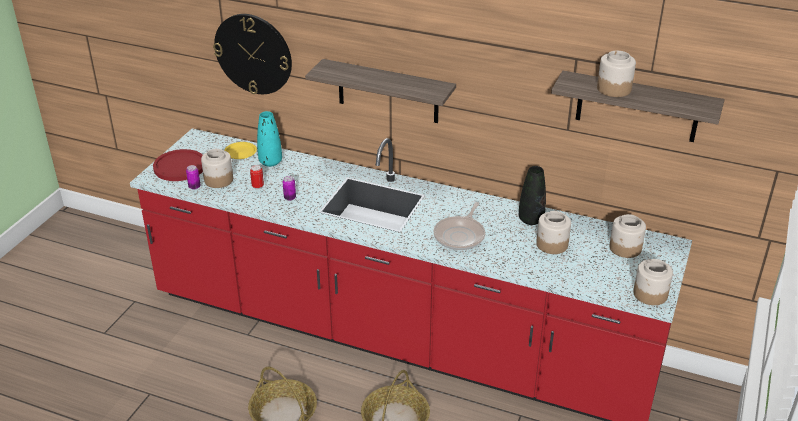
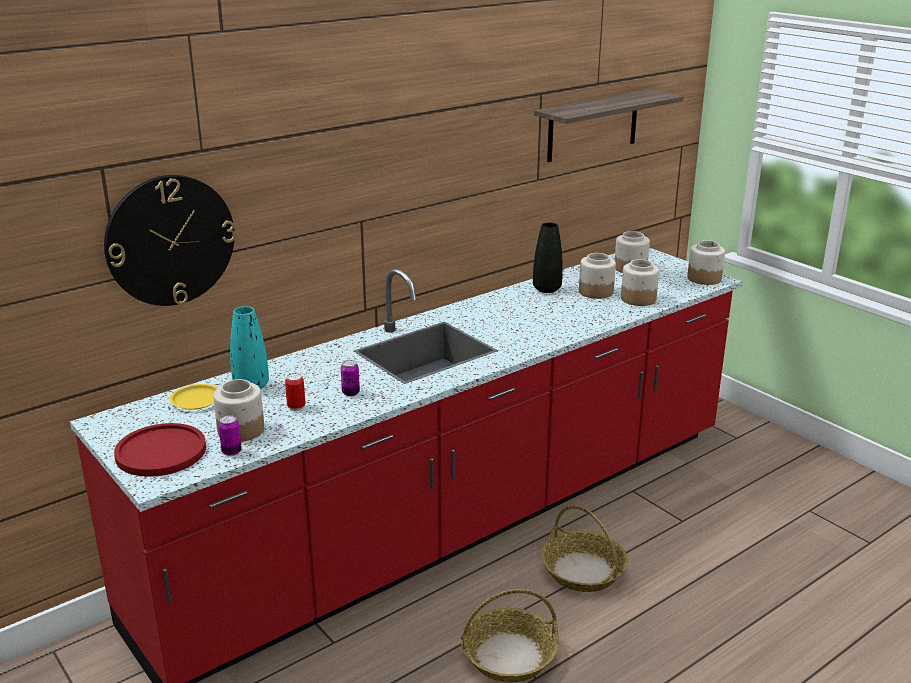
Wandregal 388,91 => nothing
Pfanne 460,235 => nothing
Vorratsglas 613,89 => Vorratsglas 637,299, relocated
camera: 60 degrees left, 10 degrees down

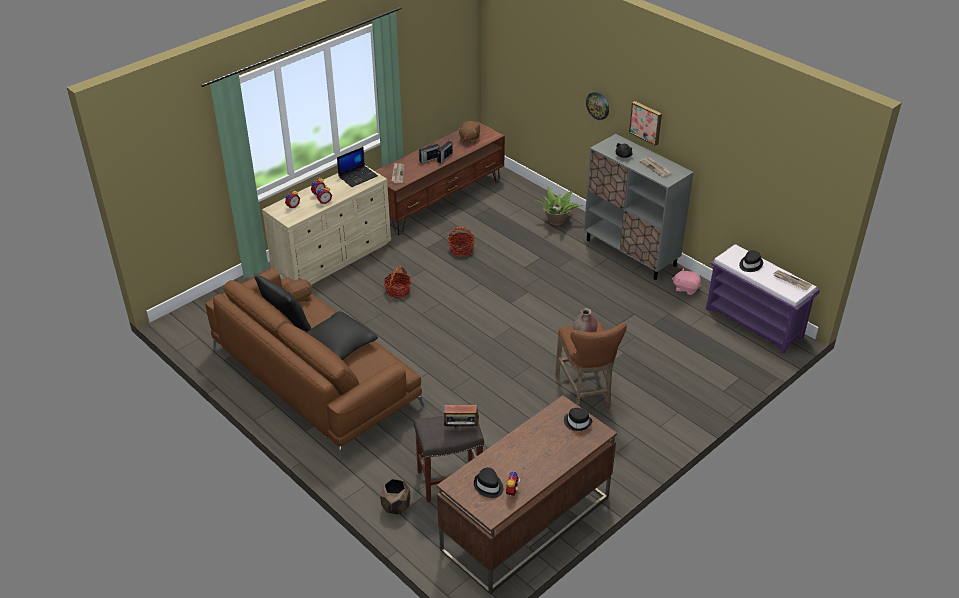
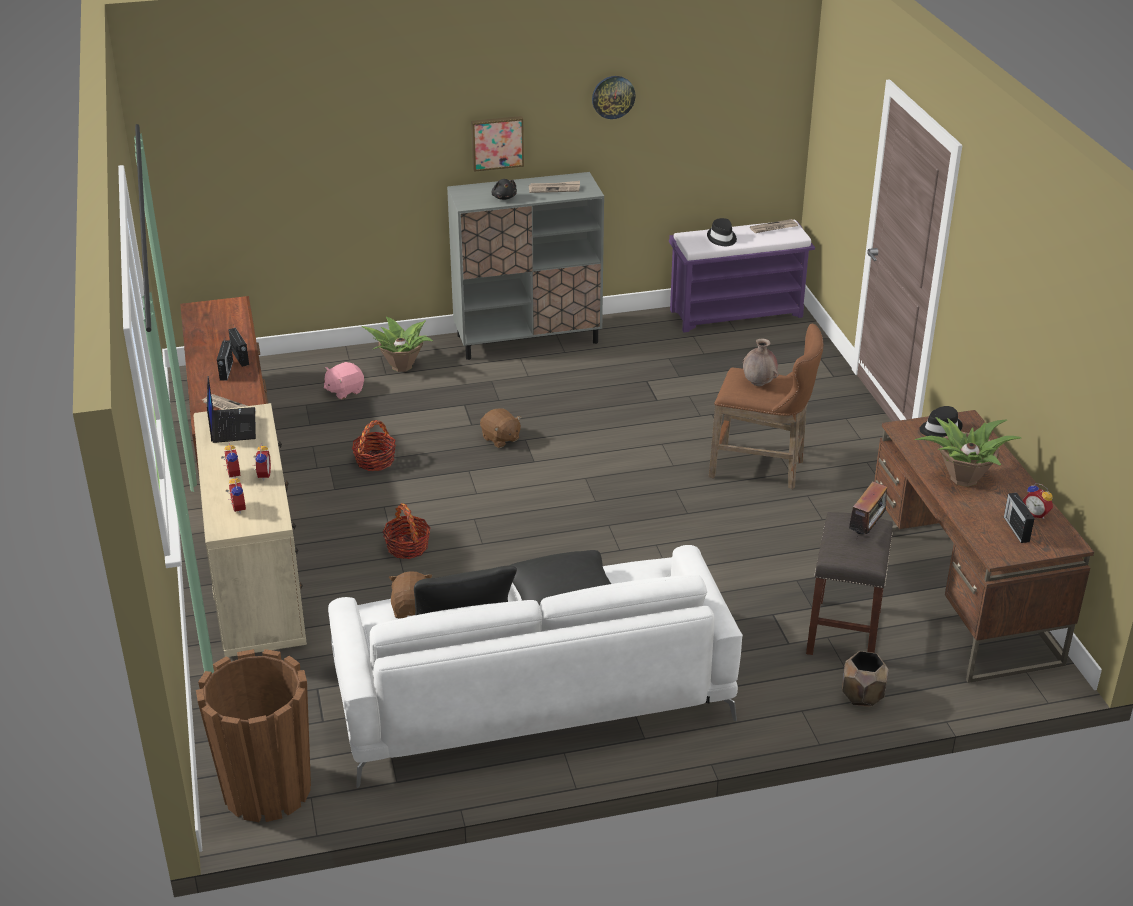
nothing => Pflanzkübel [braun] 267,789
nothing => Topfpflanze 962,478
Plüschtier [braun] 469,139 => Plüschtier [braun] 500,439, relocated
Wanduhr 598,105 => Wanduhr 613,97, relocated
Plüschtier [rosa] 686,288 => Plüschtier [rosa] 344,391, relocated
Hut [schwarz] 488,486 => Radio 1016,528
Sofa [braun] 314,377 => Sofa [weiß] 530,692
camera: 60 degrees left, 5 degrees down

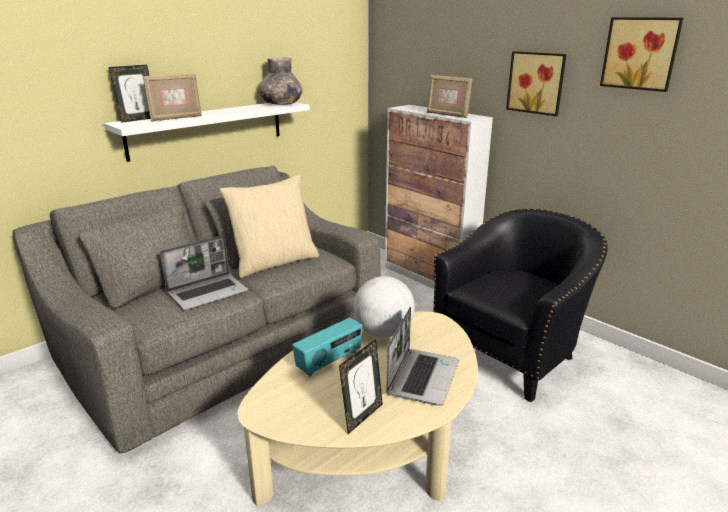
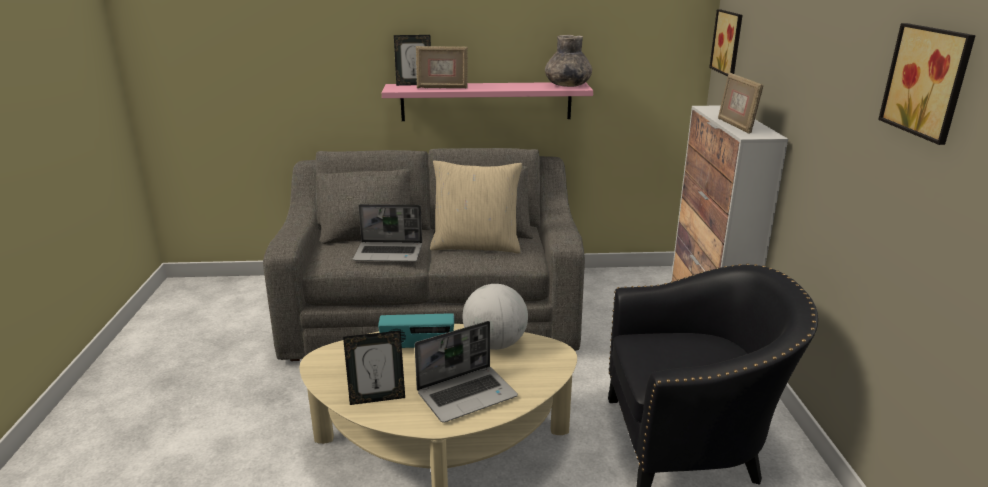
Bild 537,83 => Bild 729,42, relocated
Wandregal [weiß] 207,129 => Wandregal [rosa] 486,101
camera: 40 degrees right, 0 degrees up

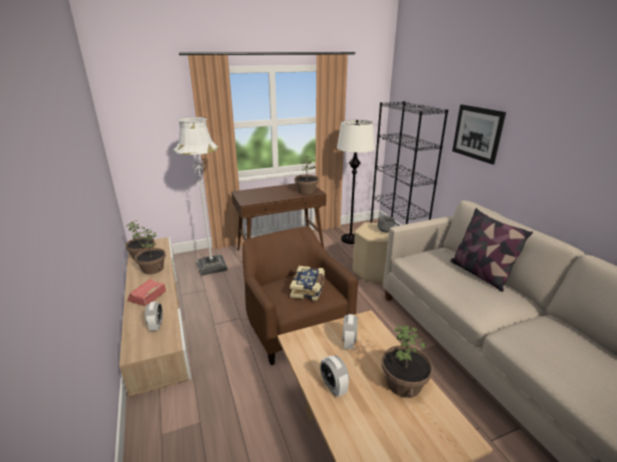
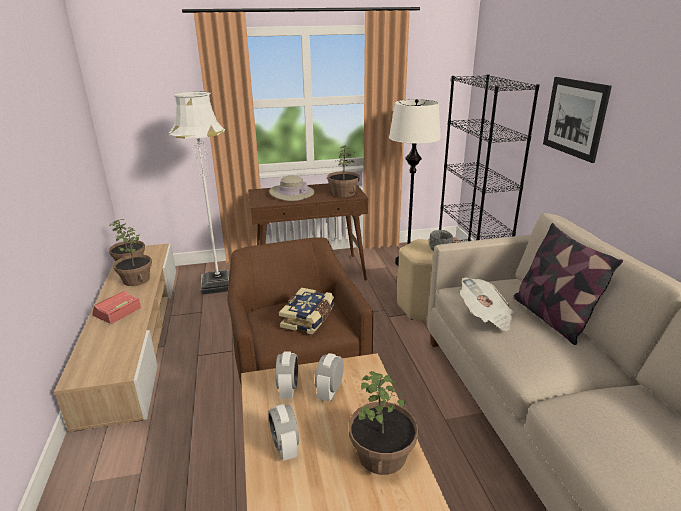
nothing => Hut [beige] 291,193
nothing => Zeitung 485,316
Wecker 156,325 => Wecker 288,390, relocated
camera: 10 degrees right, 0 degrees up

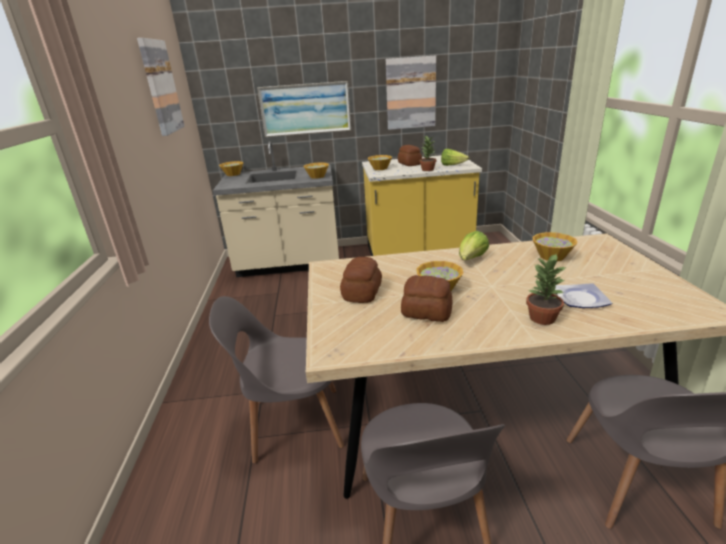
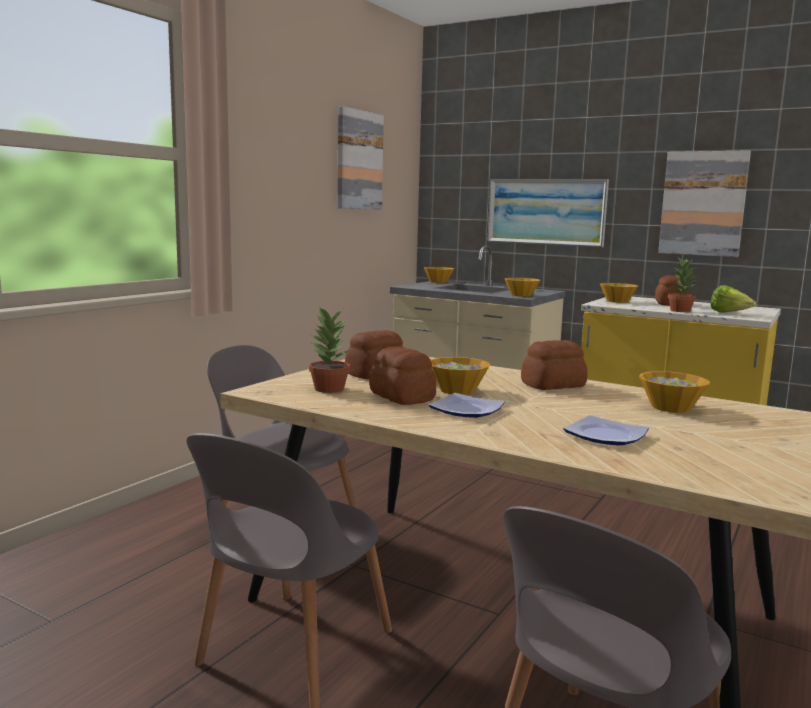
nothing => Teller 465,410
Topfpflanze 541,318 => Topfpflanze 328,389, relocated
Salatkopf 471,259 => Brot 554,385
camera: 35 degrees right, 15 degrees down

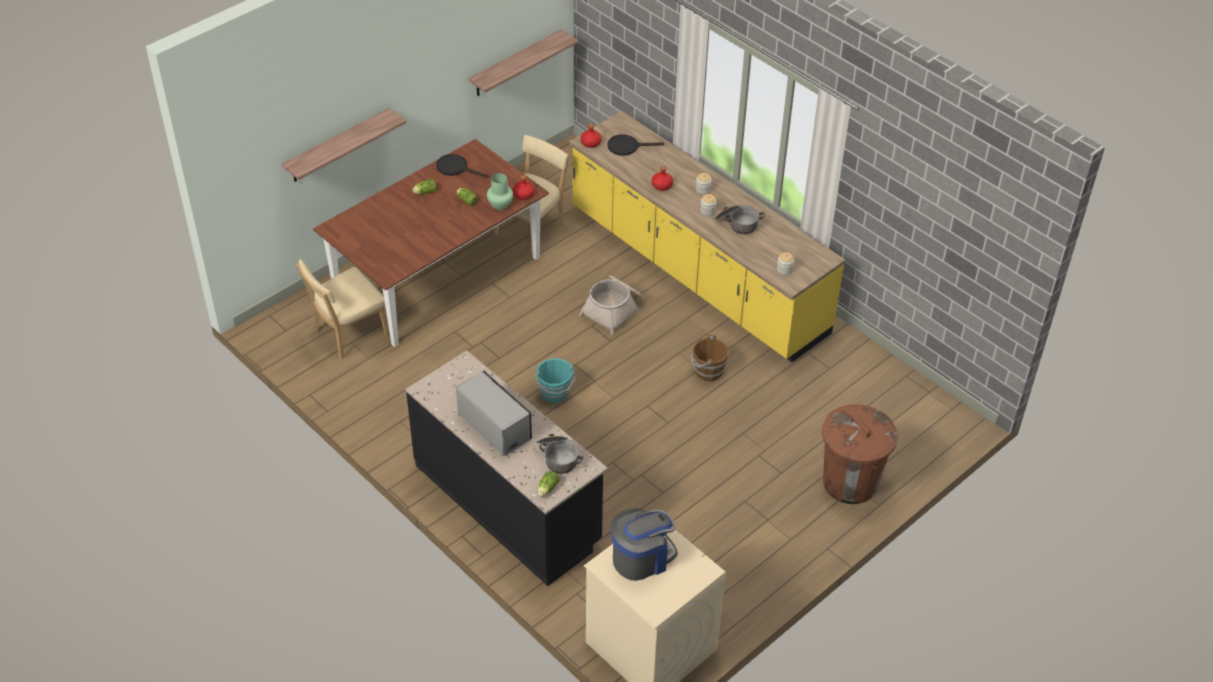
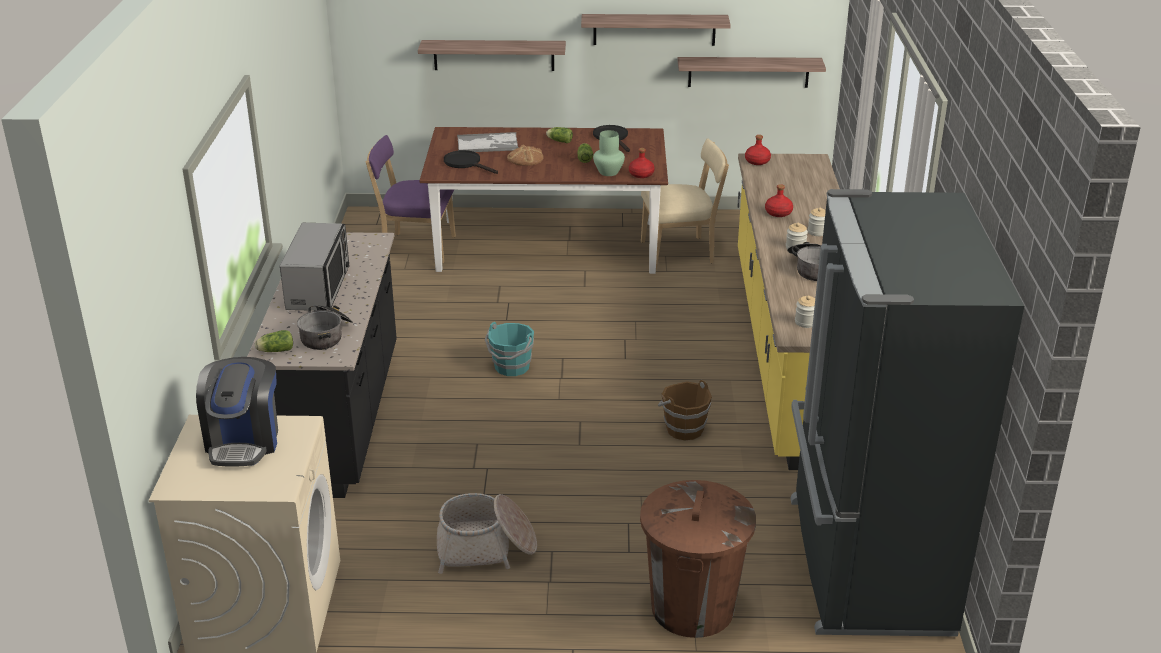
nothing => Tablett 488,144
nothing => Brot 525,158
nothing => Wandregal 654,29
nothing => Kühlschrank [schwarz] 865,565
Korb 614,309 => Korb 486,548, relocated
Pfanne [schwarz] 627,146 => Pfanne [schwarz] 466,163, relocated
Stuhl [beige] 348,334 => Stuhl [lila] 415,248
Kaffeemaschine 642,558 => Kaffeemaschine 244,441, 75 degrees clockwise
camera: 45 degrees right, 15 degrees down

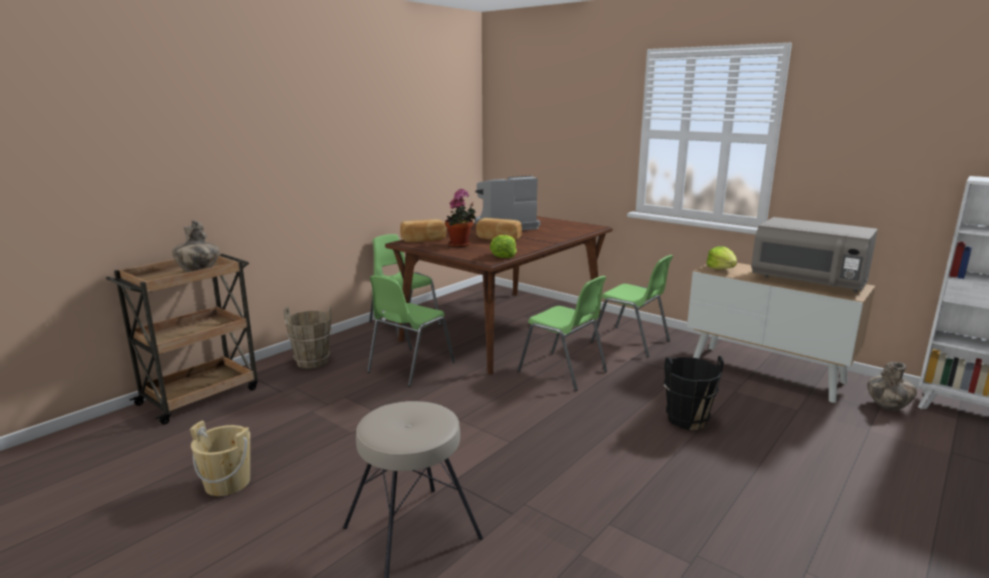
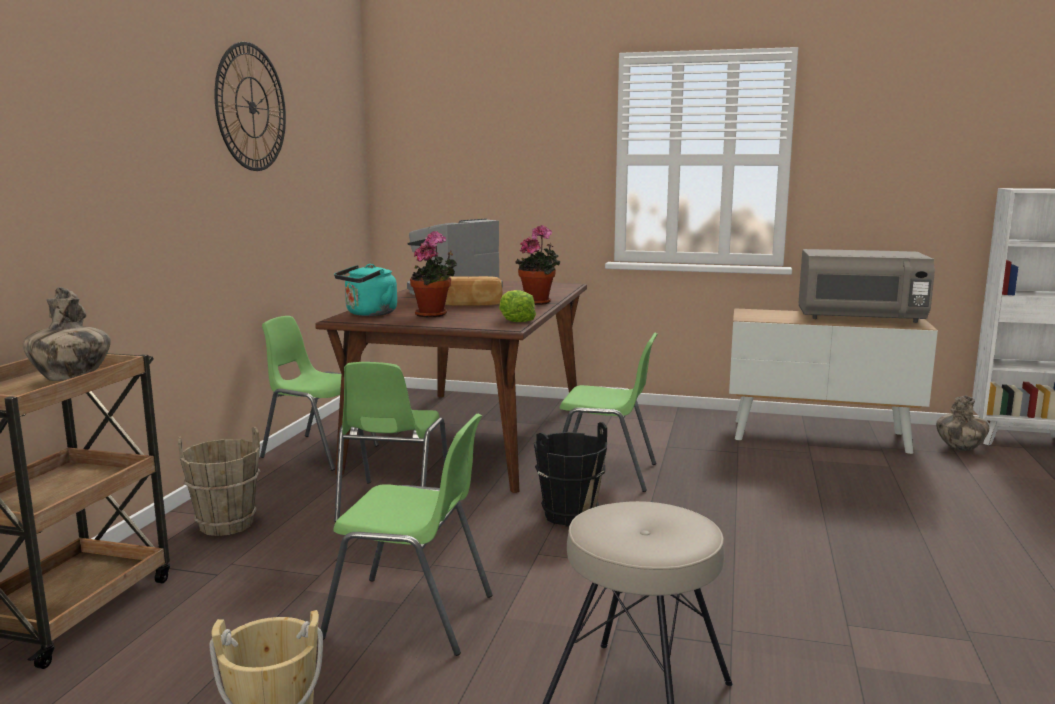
Salatkopf 721,269 => nothing
nothing => Wanduhr 252,107
nothing => Topfpflanze 538,302
Stuhl [grün] 631,342 => Stuhl [grün] 412,616, relocated
Eimer [schwarz] 686,420 => Eimer [schwarz] 569,515, relocated
Brot 423,240 => Wasserkessel [türkis] 369,314
camera: 25 degrees left, 5 degrees down

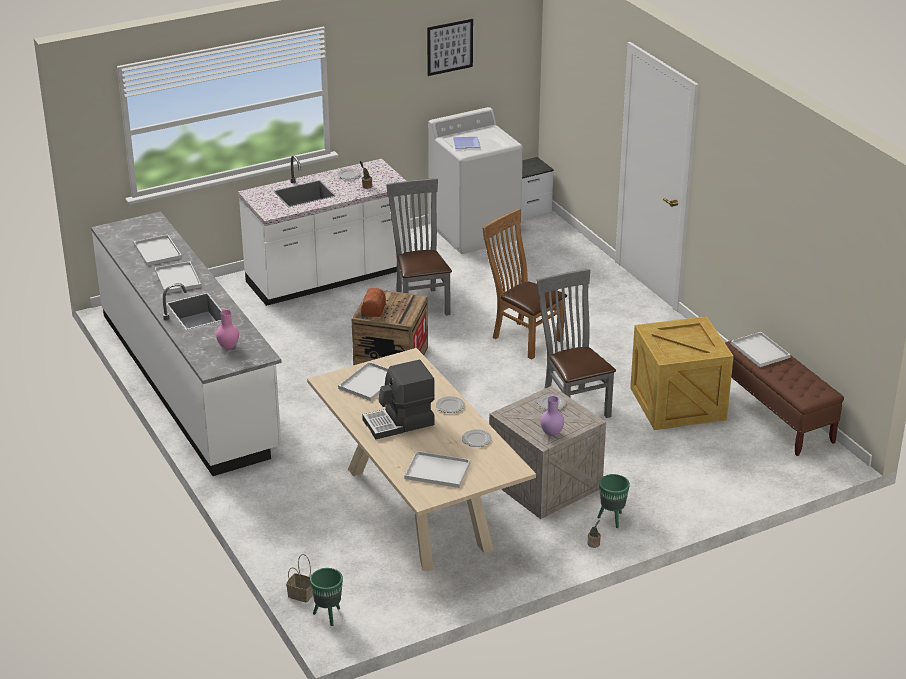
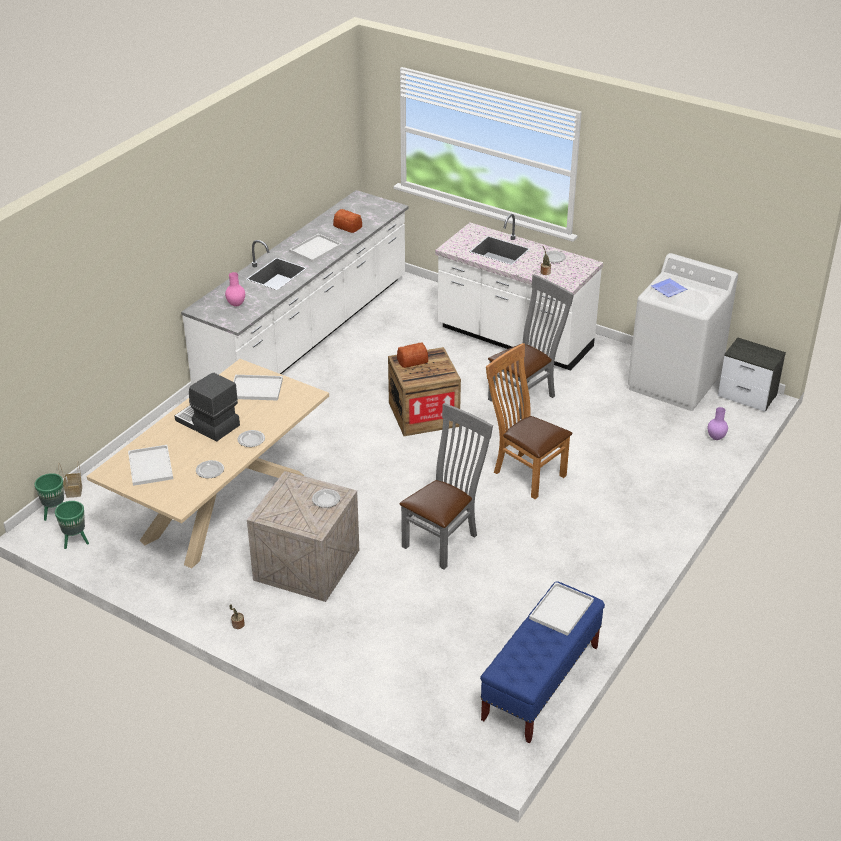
Bild 449,47 => nothing
Kiste 679,404 => nothing
Vase [lila] 552,433 => Vase [lila] 716,438, relocated
Pflanzkübel [grün] 611,519 => Pflanzkübel [grün] 75,542, relocated
Tablett [weiß] 156,251 => Brot 347,226
Bank [braun] 776,417 => Bank [blau] 540,683
Stuhl [braun] 523,338 => Stuhl [braun] 525,473, 60 degrees counterclockwise
camera: 60 degrees right, 5 degrees up

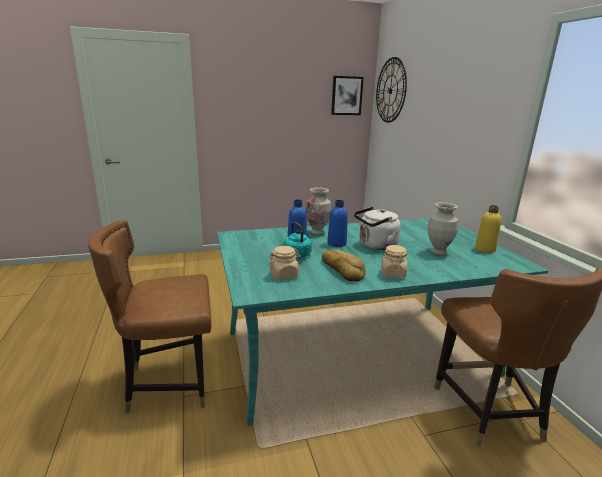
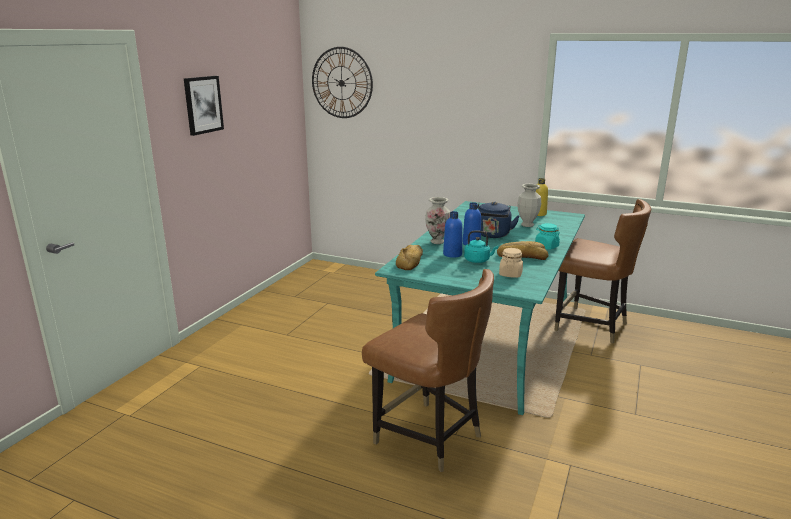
nothing => Brot 411,261
Bild 346,95 => Bild 203,105, relocated
Wasserkessel [weiß] 375,246 => Wasserkessel [blau] 492,235
Vorratsglas [beige] 392,274 => Vorratsglas [türkis] 546,247
Stuhl [braun] 169,383 => Stuhl [braun] 428,437, 75 degrees counterclockwise
camera: 50 degrees left, 0 degrees up

